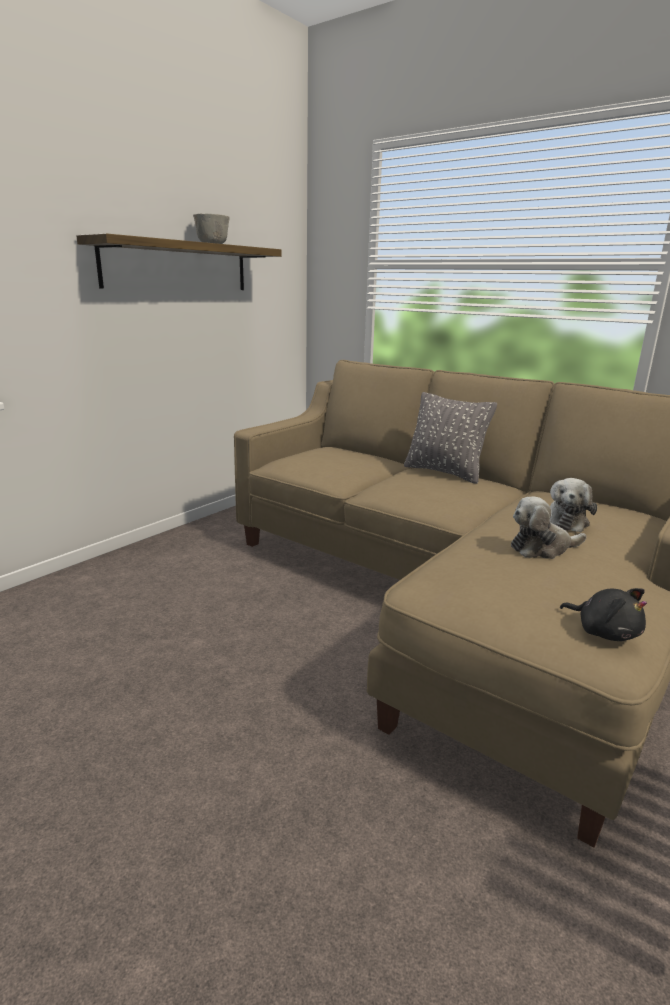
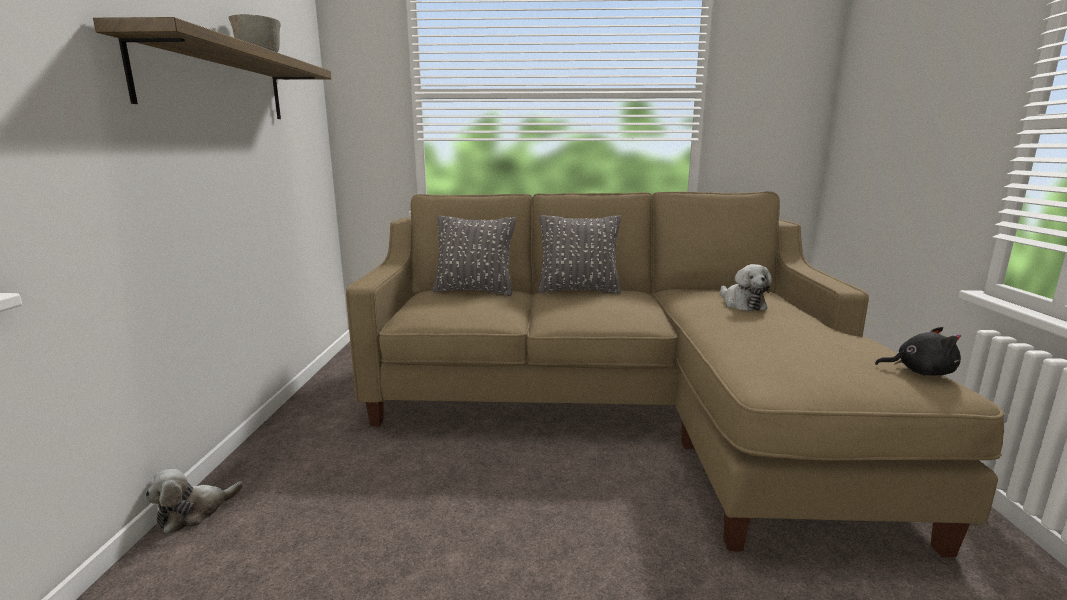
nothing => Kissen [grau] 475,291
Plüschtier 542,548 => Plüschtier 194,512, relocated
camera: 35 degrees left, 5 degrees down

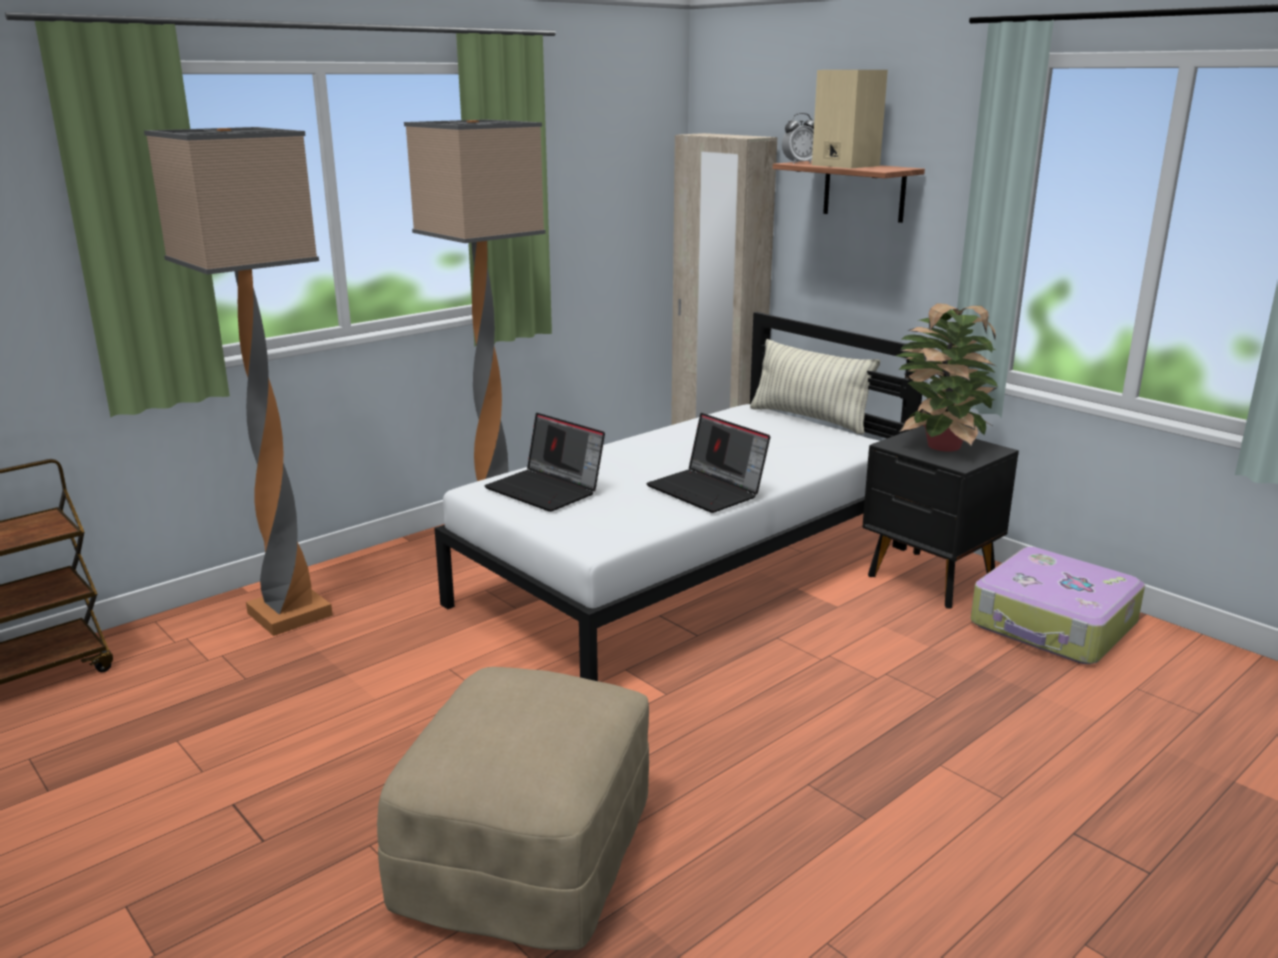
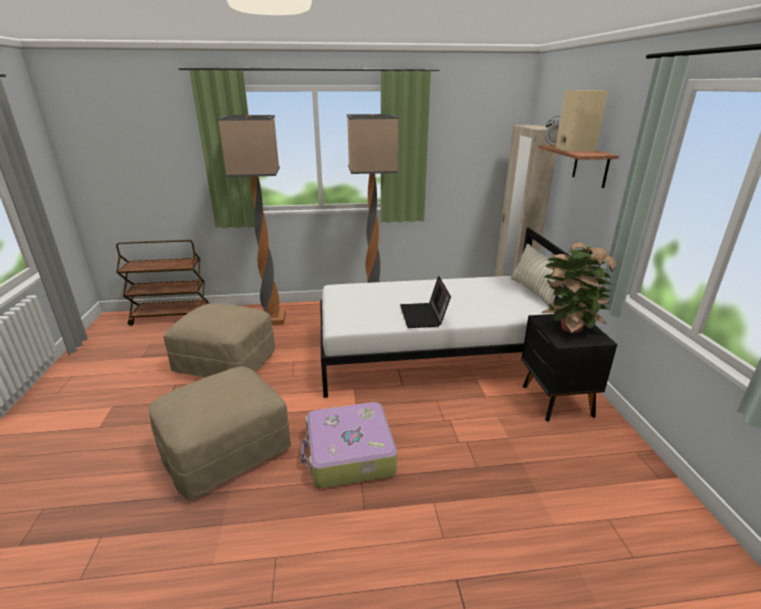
Laptop 547,490 => nothing
nothing => Polsterhocker [beige] 226,362
Koffer 1053,625 => Koffer 349,454, relocated
camera: 35 degrees right, 5 degrees up

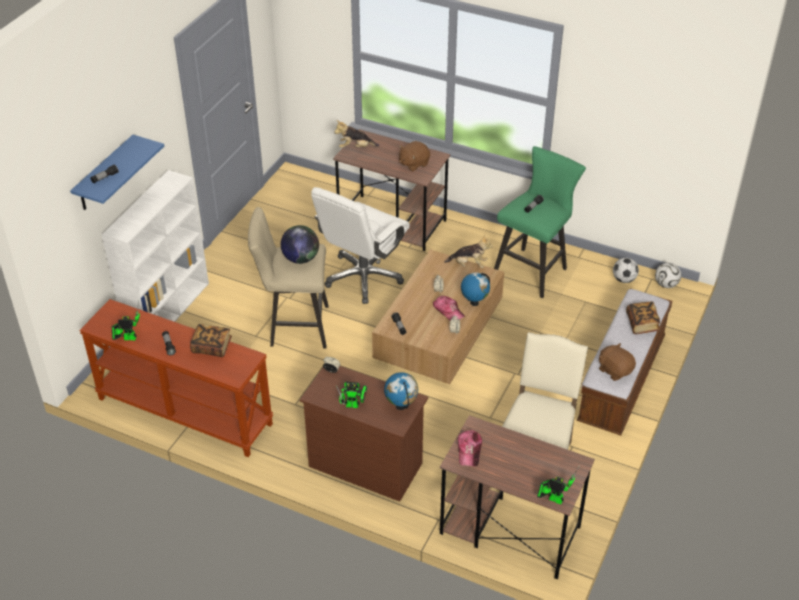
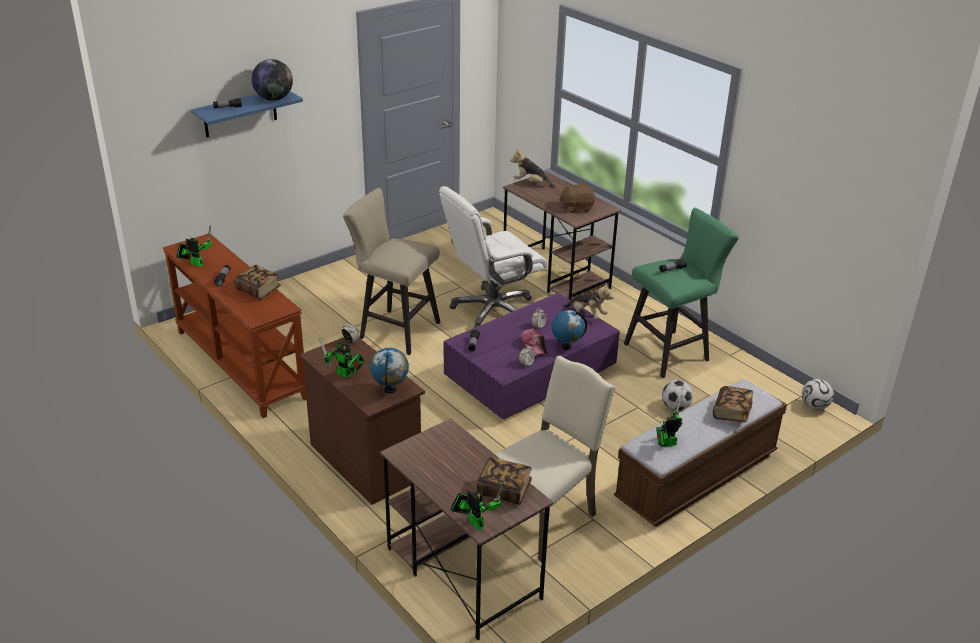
Bücherregal [weiß] 168,311 => nothing
Kappe 469,451 => nothing
nothing => Buch 504,490
Globus 300,258 => Globus 274,99, relocated
Fußball 624,279 => Fußball 675,407, relocated
Plüschtier [braun] 615,370 => Spielzeugroboter 666,444
Couchtisch [braun] 439,331 => Couchtisch [lila] 531,374
camera: 25 degrees right, 10 degrees down

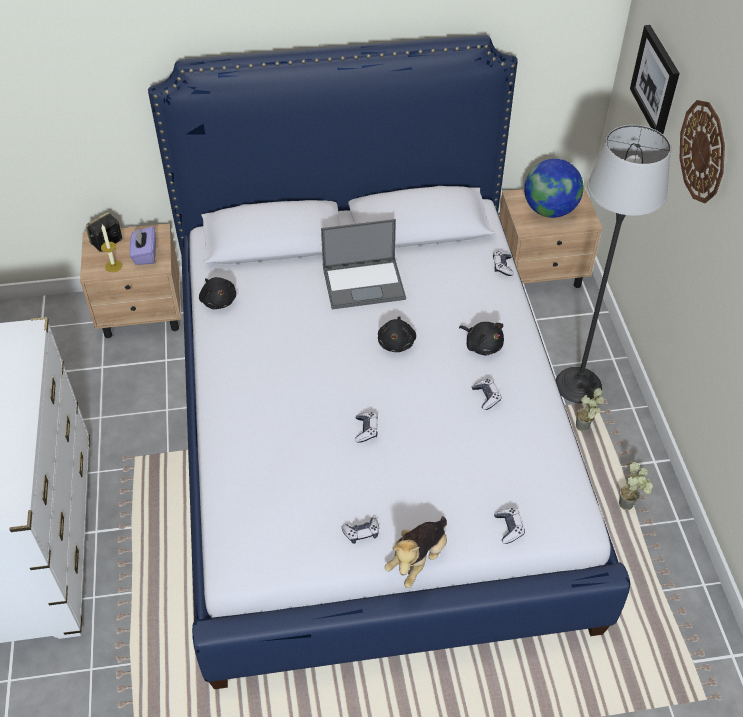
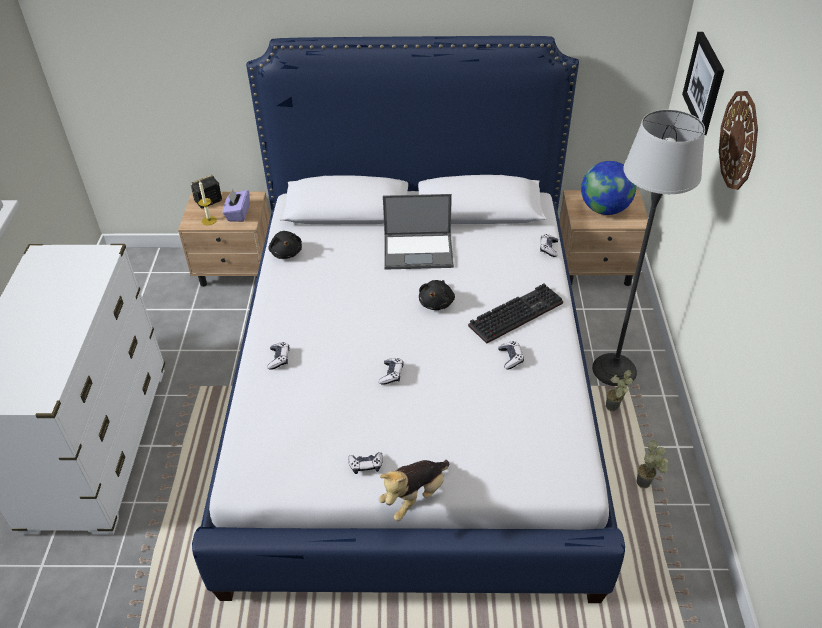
Gamepad 509,528 => Gamepad 279,359, relocated
Plüschtier [schwarz] 482,345 => Tastatur 516,313
camera: 10 degrees right, 5 degrees down

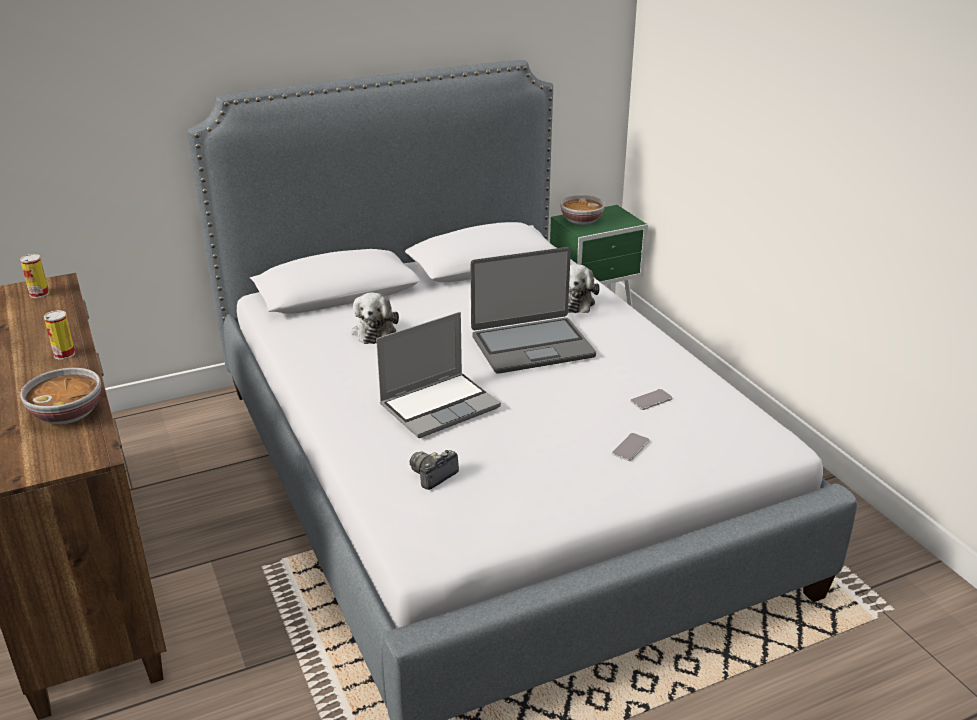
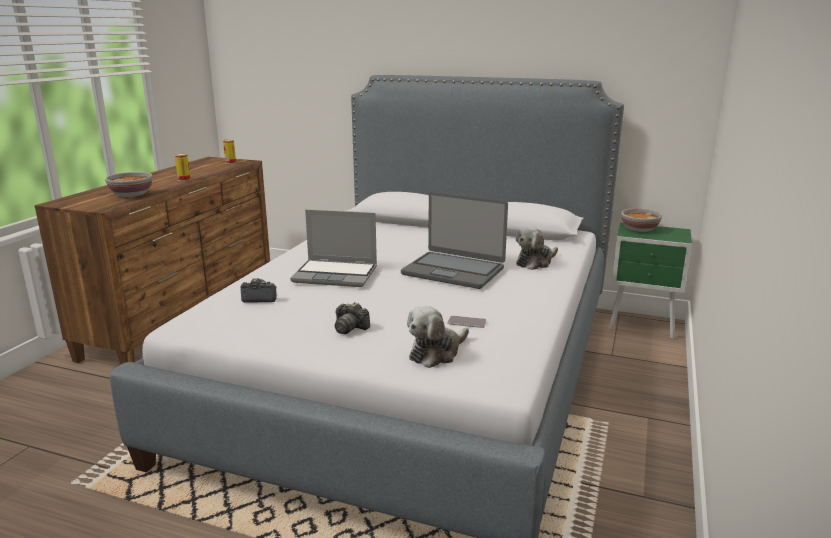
Handy 630,448 => nothing
nothing => Kamera 350,328
Plüschtier 375,331 => Plüschtier 436,353, relocated
camera: 45 degrees right, 10 degrees down

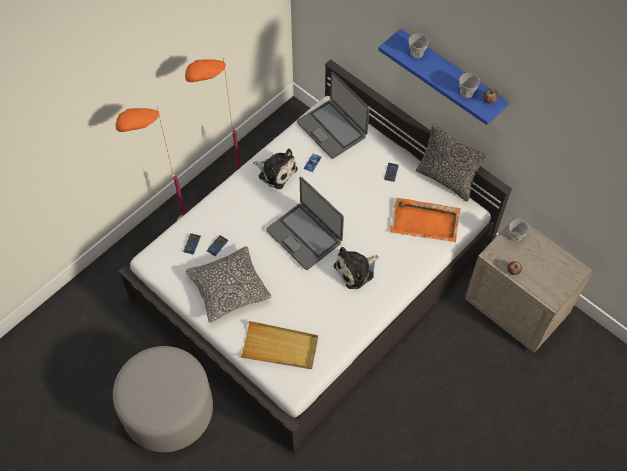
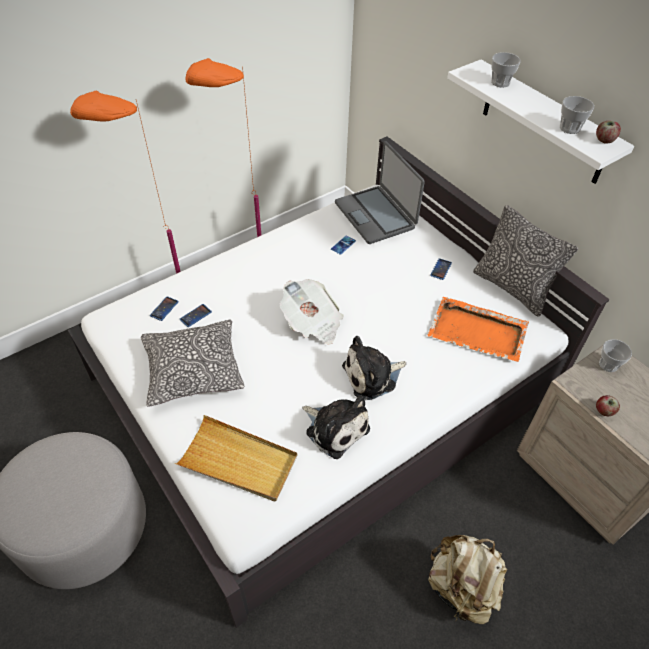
nothing => Rucksack [beige] 461,587
Plüschtier 276,172 => Plüschtier 335,428, relocated
Laptop 304,236 => Zeitung 312,323
Wandregal [blau] 451,76 => Wandregal [weiß] 543,123
camera: 10 degrees right, 10 degrees down

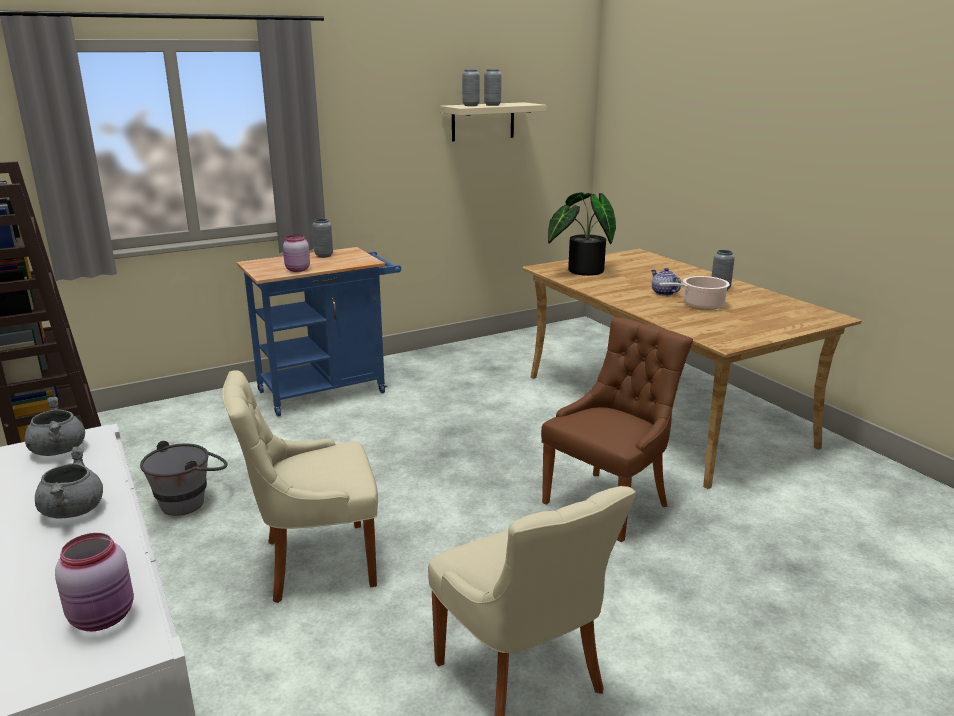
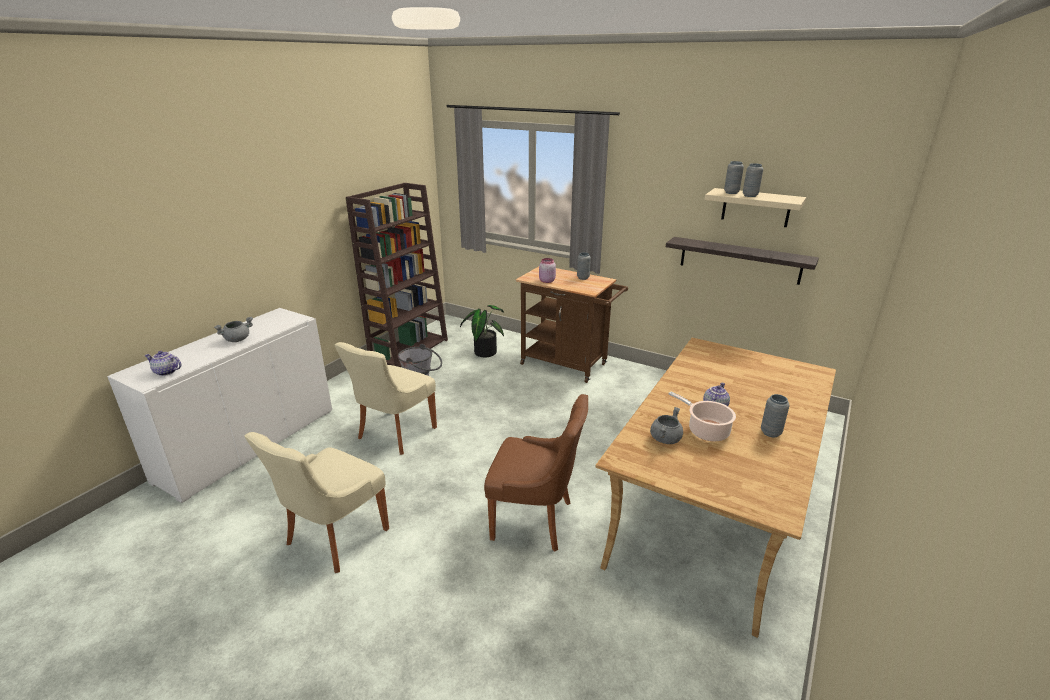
nothing => Wandregal 739,260
Kochtopf [grau] 58,450 => Kochtopf [grau] 665,439, relocated
Topfpflanze 581,271 => Topfpflanze 484,351, relocated
Vorratsglas [rosa] 104,616 => Teekanne 166,372
Rollwagen [blau] 329,390 => Rollwagen [braun] 568,365
Stuhl [beige] 314,562 => Stuhl [beige] 394,434, 105 degrees counterclockwise
camera: 60 degrees right, 5 degrees up

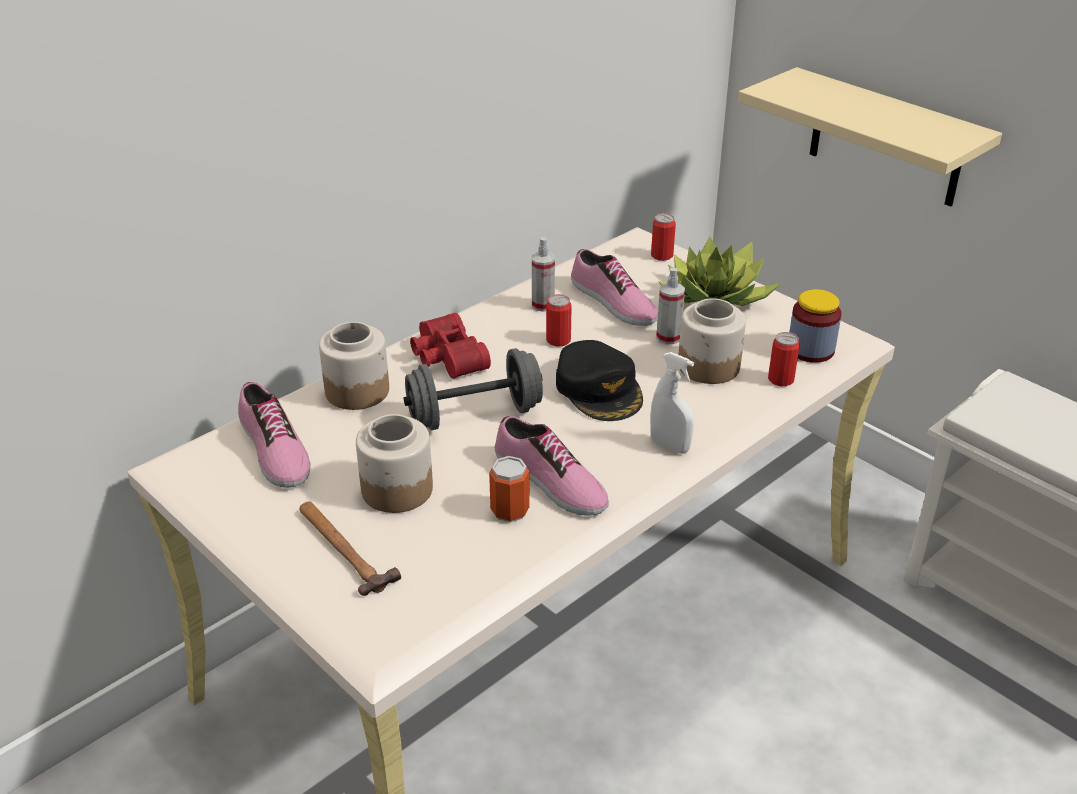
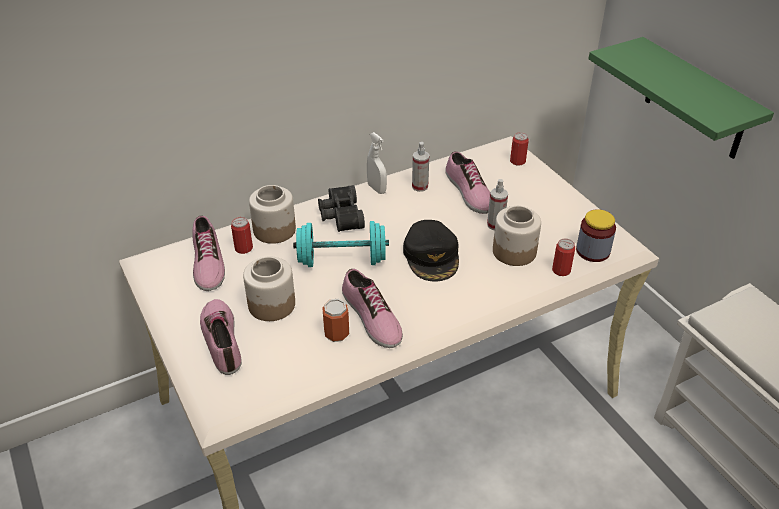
Topfpflanze 716,297 => nothing
Dose 558,340 => Dose 243,248, relocated
Sprühflasche [weiß] 669,446 => Sprühflasche [weiß] 376,189, relocated
Hammer 344,549 => Schuh 223,340
Hantel [grau] 474,415 => Hantel [türkis] 342,260
Fernglas [rot] 446,358 => Fernglas [schwarz] 340,216
Wandregal [beige] 886,139 => Wandregal [grün] 696,100
camera: 15 degrees right, 5 degrees up

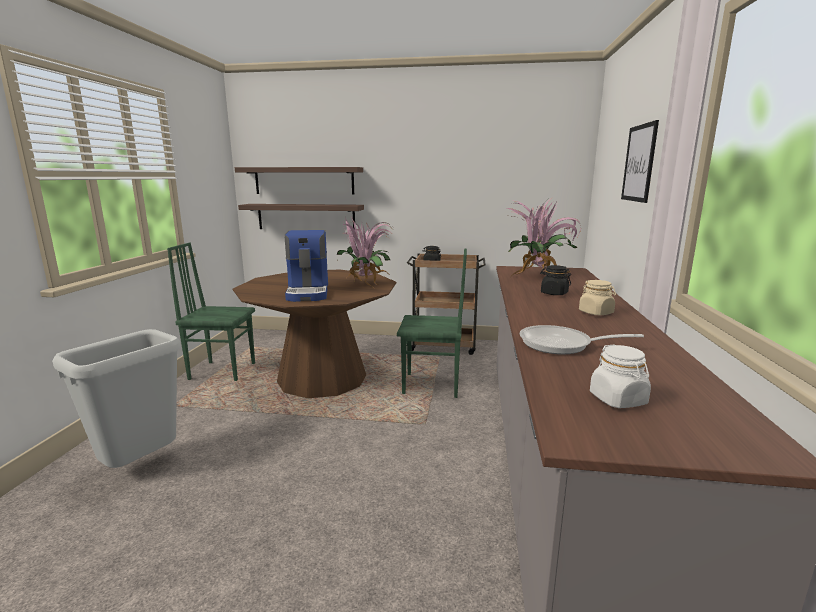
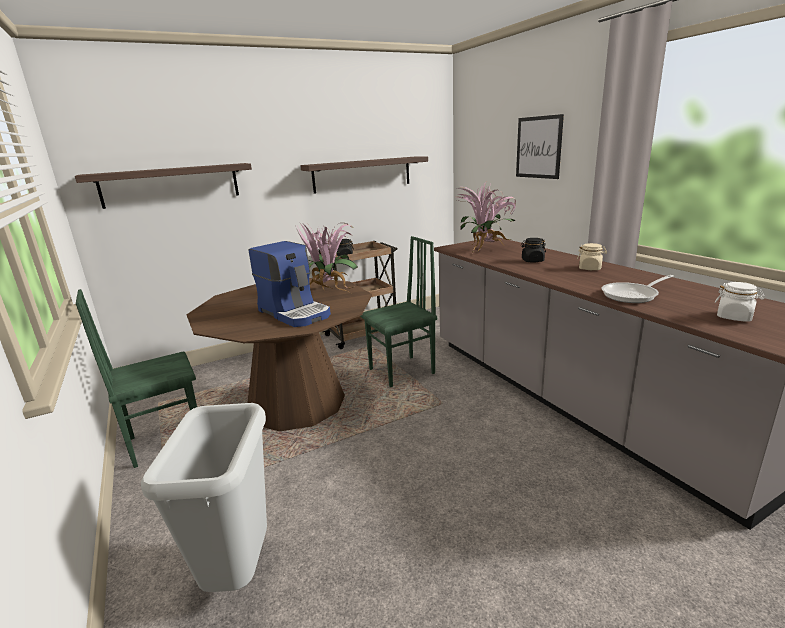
Wandregal 306,217 => Wandregal 362,174, relocated
camera: 35 degrees left, 5 degrees up

